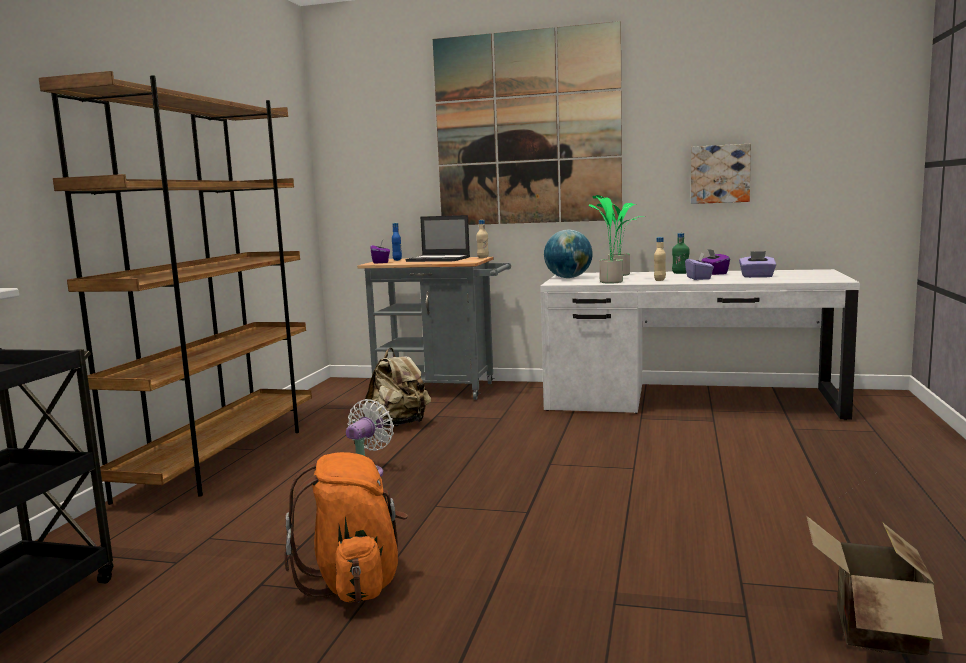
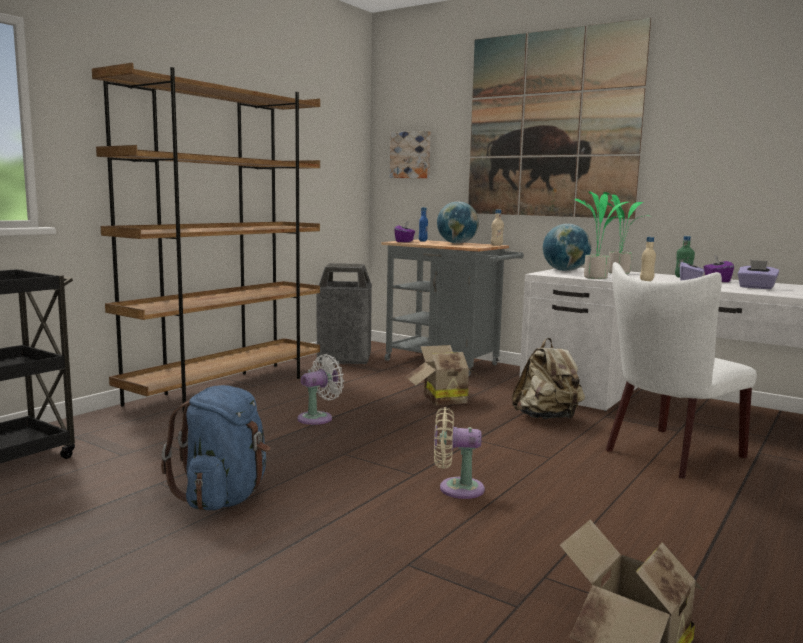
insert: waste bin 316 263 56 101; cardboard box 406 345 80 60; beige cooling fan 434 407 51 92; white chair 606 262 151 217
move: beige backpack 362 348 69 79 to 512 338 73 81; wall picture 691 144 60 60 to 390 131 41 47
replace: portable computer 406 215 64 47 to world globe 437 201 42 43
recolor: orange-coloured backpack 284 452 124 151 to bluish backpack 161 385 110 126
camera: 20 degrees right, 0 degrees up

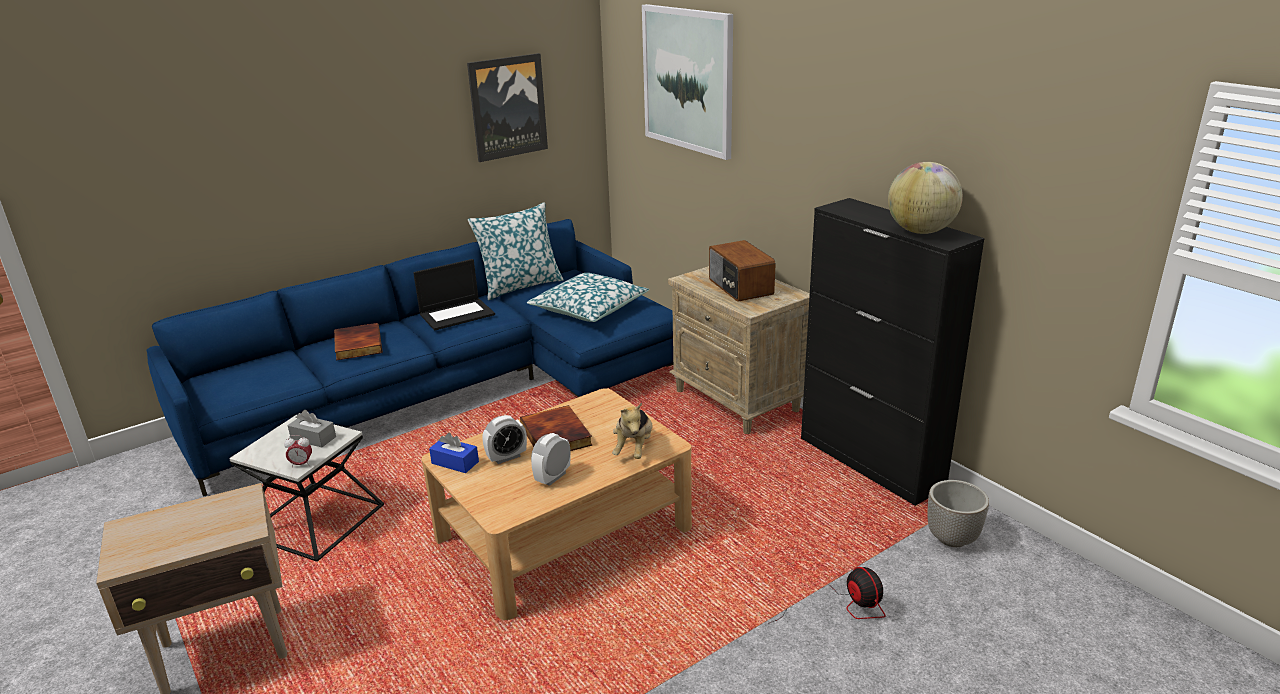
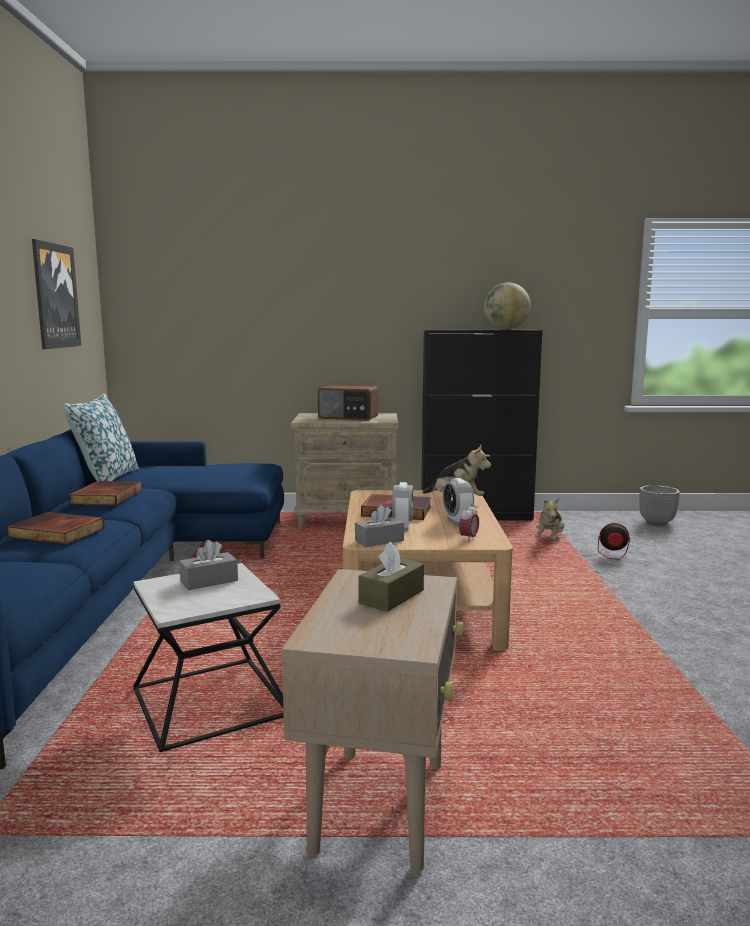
delete: throw pillow 527 273 122 49; wall picture 642 4 91 156
insert: brown box of tissues 358 542 66 70; soft toy 535 498 30 42
move: alarm clock 284 435 28 32 to 459 504 20 38; flower pot 928 480 61 67 to 639 485 41 41
replace: portable computer 413 259 82 72 to volume 69 481 72 25
recolor: bluish box of tissues 429 433 50 40 to grey box of tissues 355 505 49 42
camera: 55 degrees left, 15 degrees down

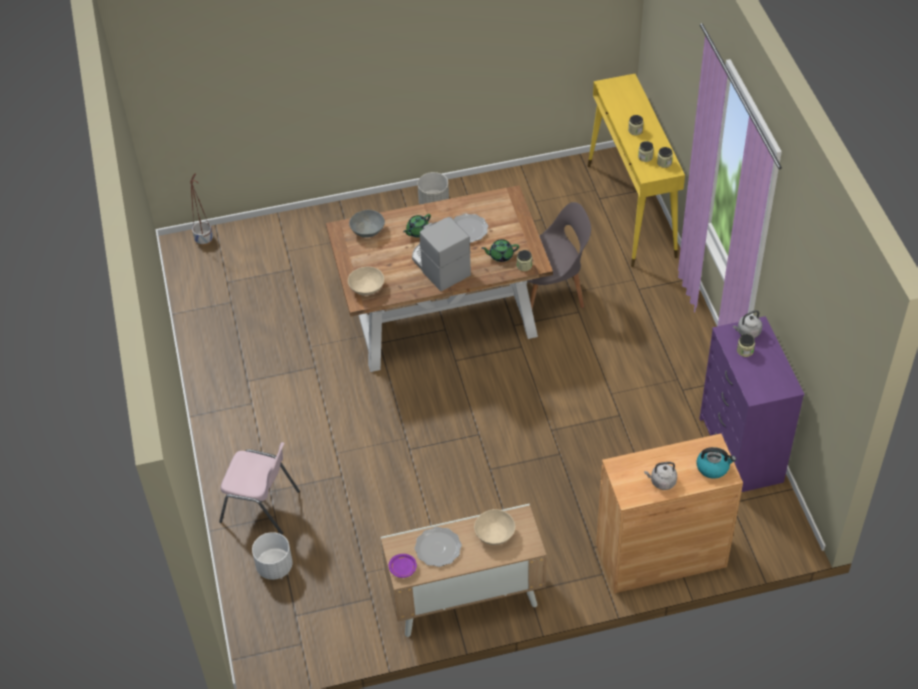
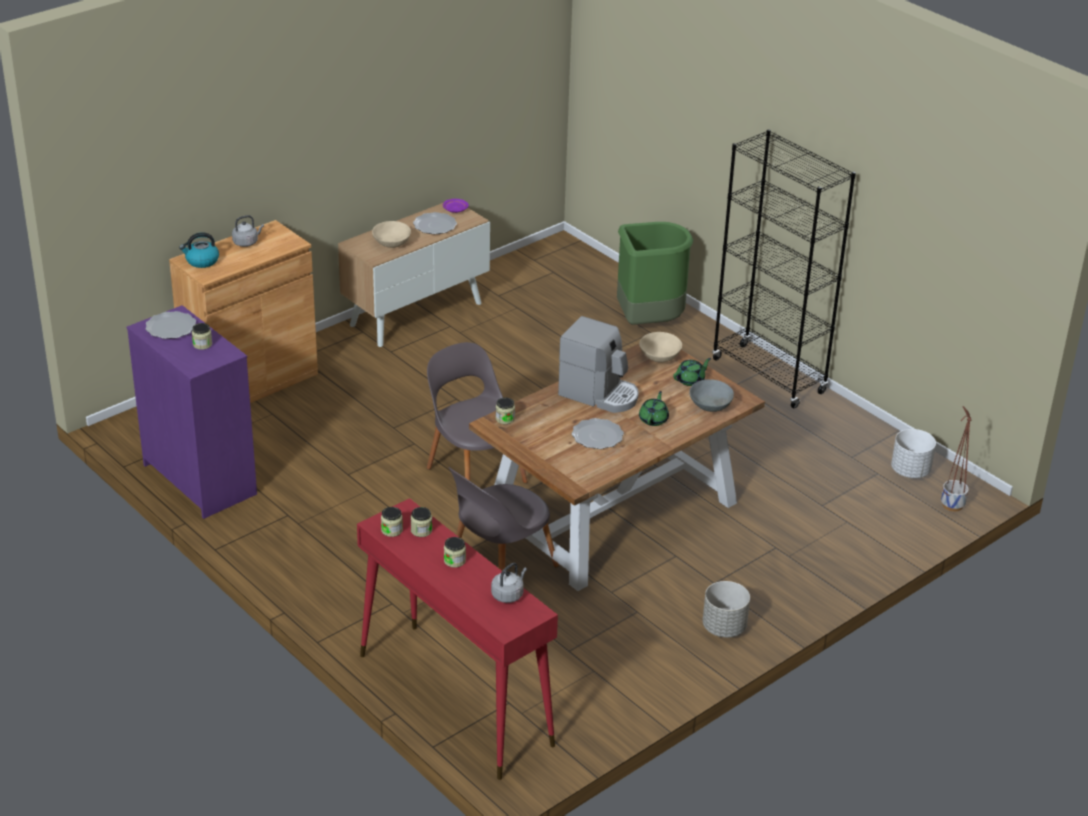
insert: dinner plate 146 311 50 28; grey chair 427 342 101 141; black-coloured bookcase 712 129 144 279
move: white flower pot 252 532 41 48 to 891 429 45 49; green-coloured pot for tea 481 239 38 23 to 673 358 38 28; grey tea kettle 733 310 29 28 to 491 563 36 40
replace: pink-coloured chair 219 442 81 93 to green-coloured waste bin 617 222 76 103
recolor: yellow narrow table 588 74 97 193 to red narrow table 357 498 201 282
camera: 150 degrees right, 15 degrees down

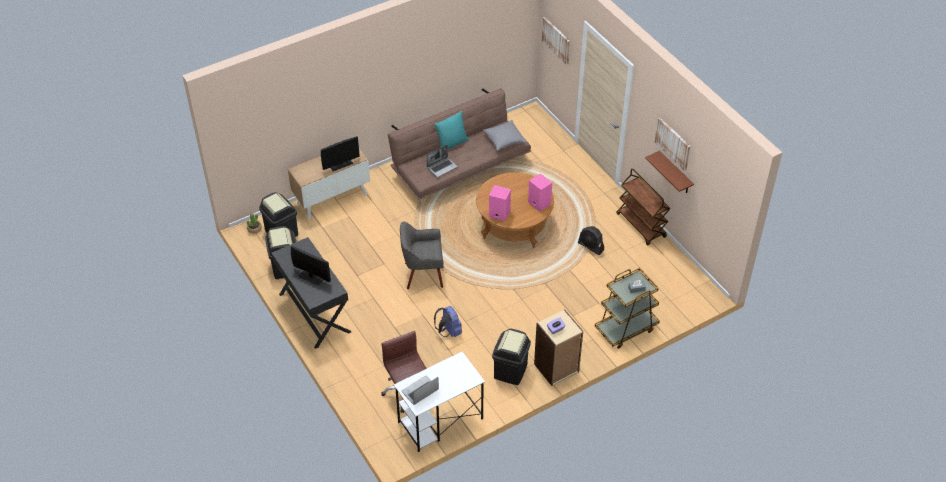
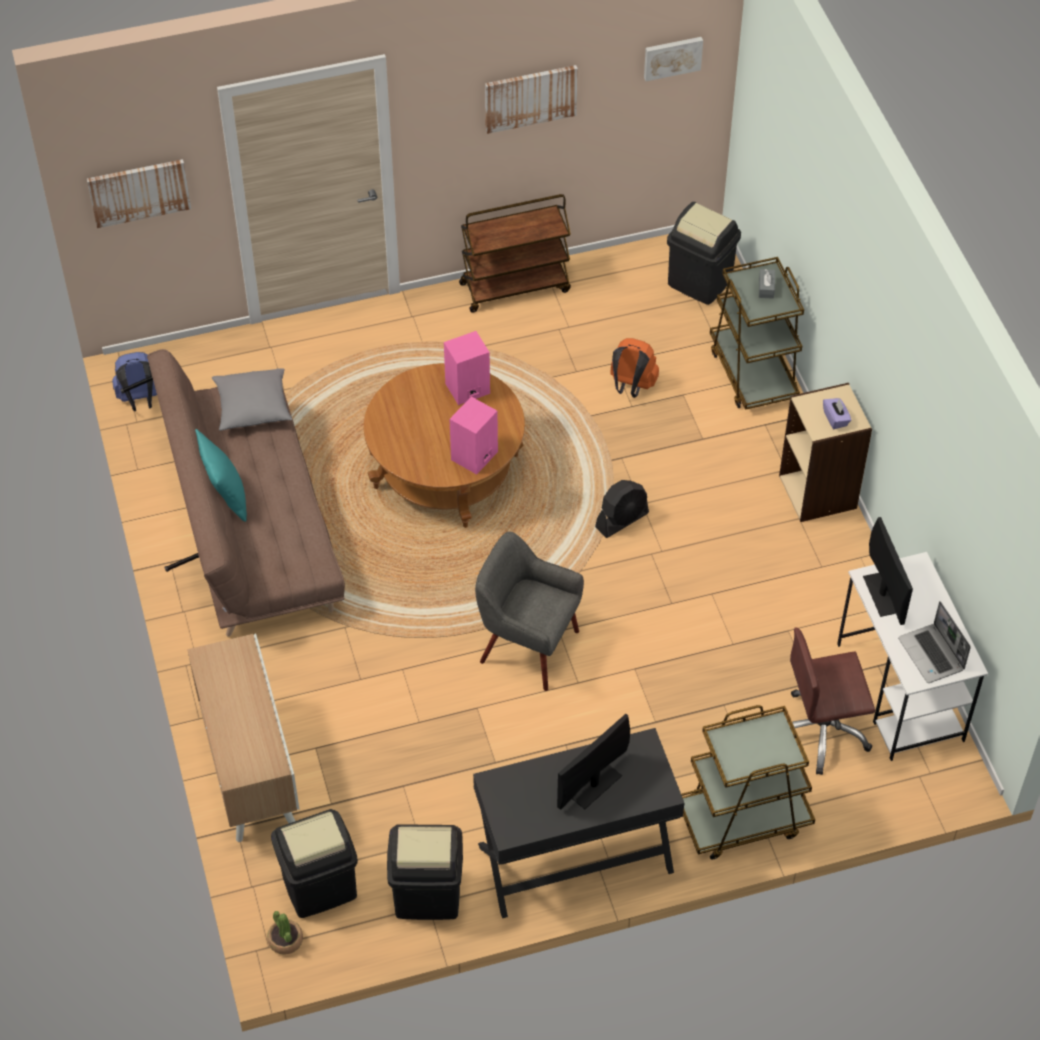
delete: portable computer 426 145 32 32; brown wall shelf 645 151 49 42
insert: orange-coloured backpack 610 338 49 60; wall picture 644 37 59 44; brown cart 681 705 134 155
move: computer screen 321 136 39 35 to 863 517 50 108; bluish backpack 434 306 28 31 to 112 352 45 59; black-coloured waste bin 492 329 39 56 to 667 202 74 103; black-coloured cooling fan 578 226 26 29 to 595 480 54 58
rotate: grey armchair 400 221 44 68 = 475 532 109 159 105 degrees clockwise
camera: 75 degrees left, 5 degrees up

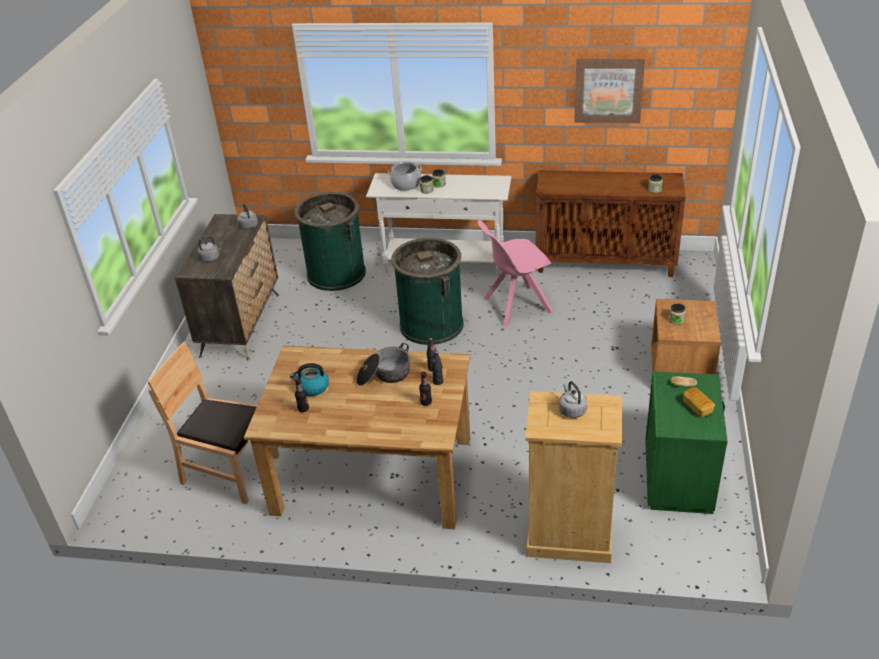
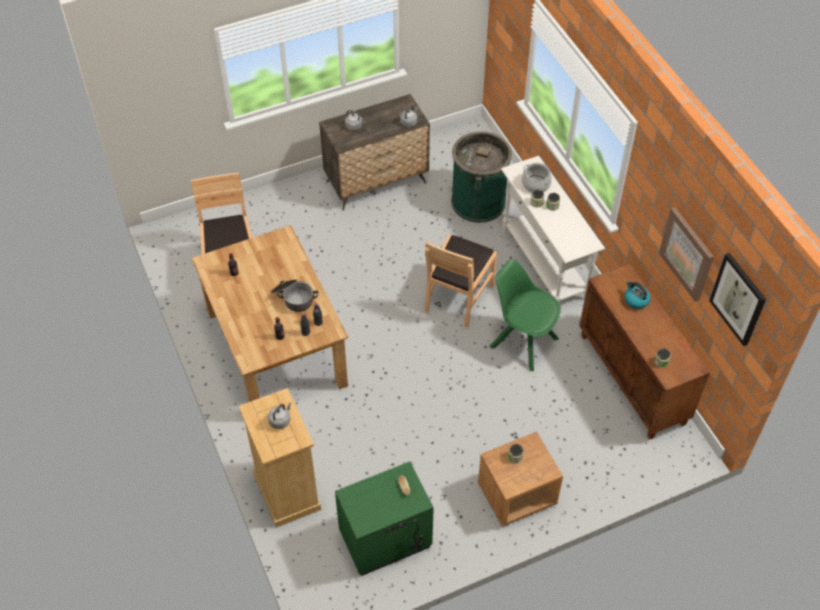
delete: bakery bread 683 387 32 30
insert: wall picture 709 253 57 93
move: tea kettle 290 363 39 33 to 624 281 27 28
replace: green-coloured waste bin 391 238 72 107 to brown chair 425 235 72 93
recolor: pink-coloured chair 478 220 75 107 to green-coloured chair 490 259 71 112
camera: 55 degrees right, 15 degrees up

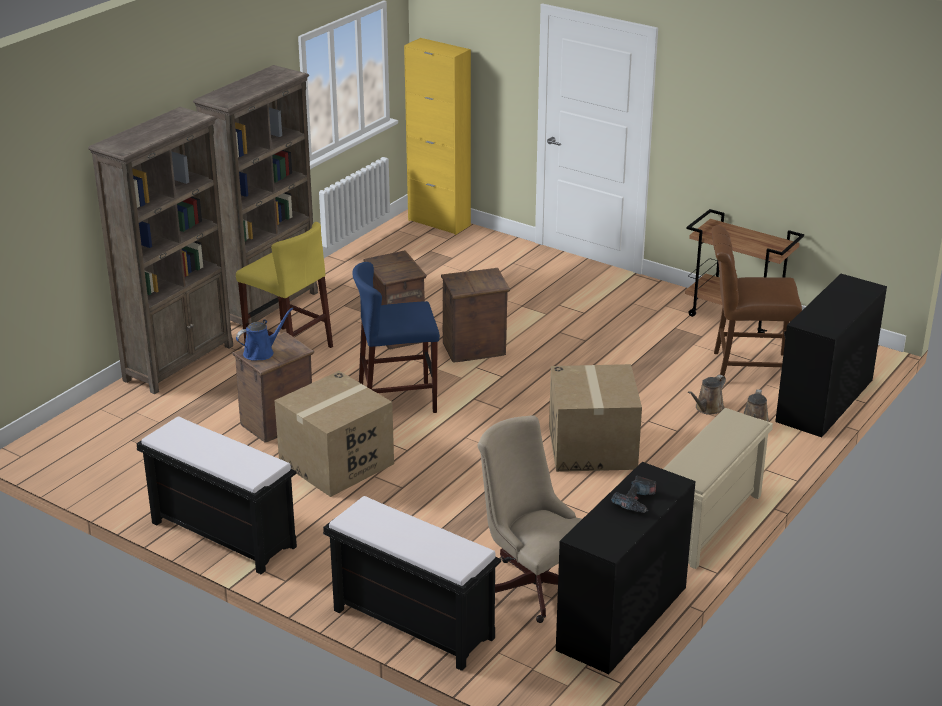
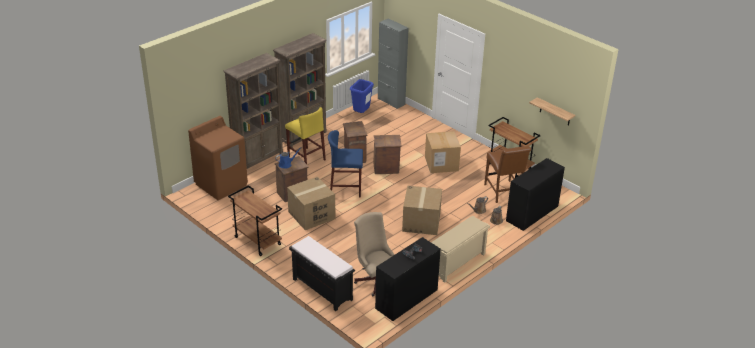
insert: brown laundry machine 188 116 60 84; bluish waste bin 350 79 24 34; cardboard box 425 131 36 42; wall shelf 529 97 46 29
replace: black-coloured long seat 136 416 161 158 to brown cart 228 185 54 71
recolor: yellow cupboard 404 38 67 197 to grey cupboard 378 18 31 91
rotate: brown chair 712 226 90 155 = 484 146 47 57 120 degrees counterclockwise
camera: 10 degrees right, 5 degrees up

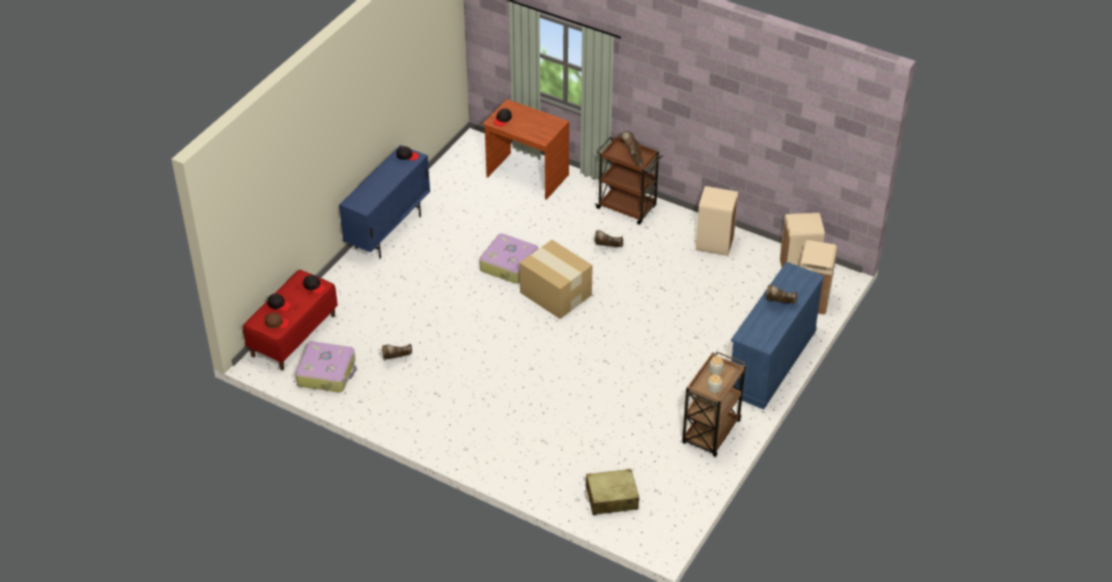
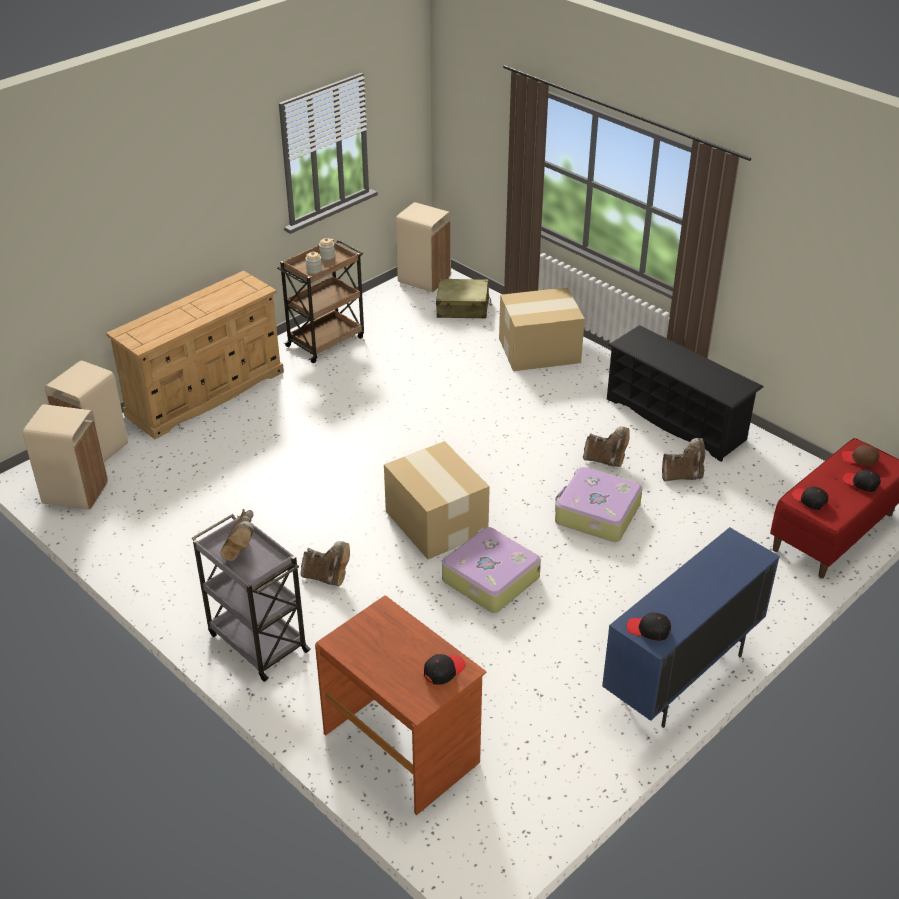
insert: cardboard box 499 287 86 84; black-coloured shoe stand 607 325 157 137
move: piece of luggage 295 341 62 51 to 555 467 88 75; beige waste bin 696 186 42 70 to 396 202 55 90; brown tall boot 766 285 31 18 to 583 426 47 41
recolor: brown cart 595 136 67 89 to grey cart 192 514 119 168; bluish dresser 731 262 93 148 to beige dresser 106 271 178 168
camera: 165 degrees left, 5 degrees down

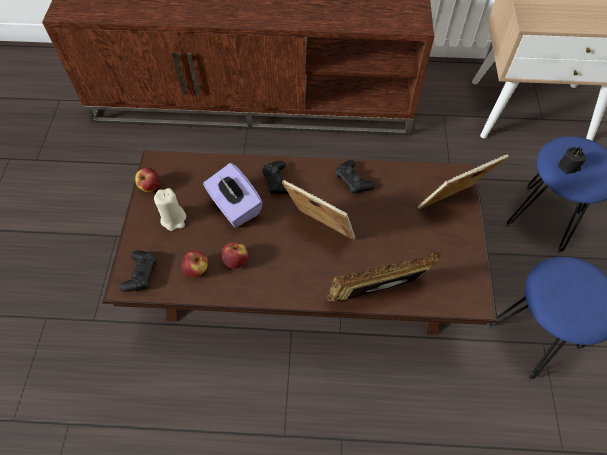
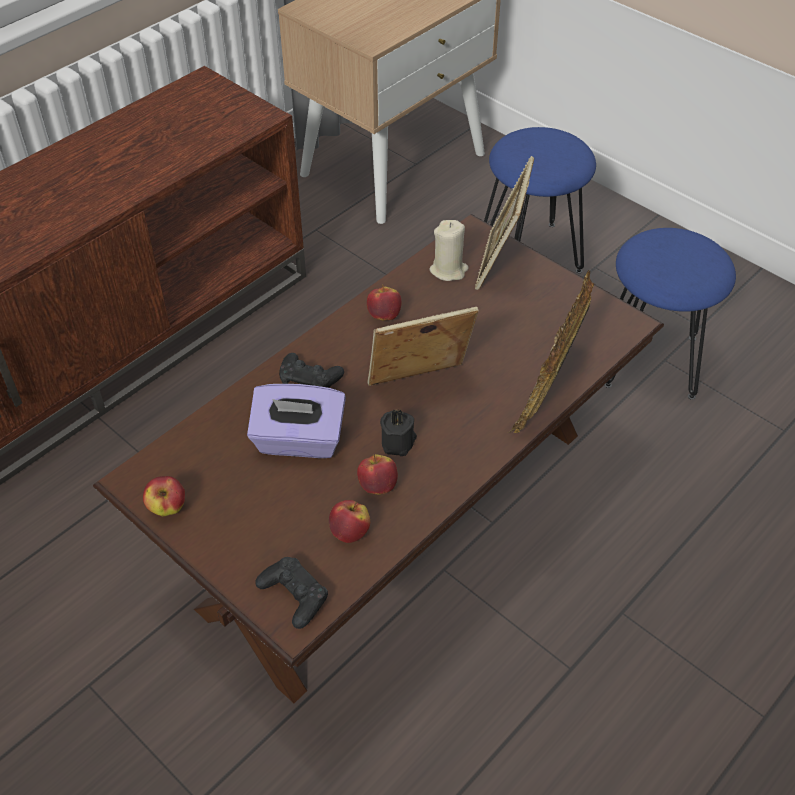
move: beige candle 154 188 32 43 to 429 220 40 61; black-coloured candle 558 147 28 27 to 380 408 37 48
replace: black-coloured game controller 336 160 39 34 to whole apple 367 285 34 35
camera: 50 degrees left, 10 degrees down

